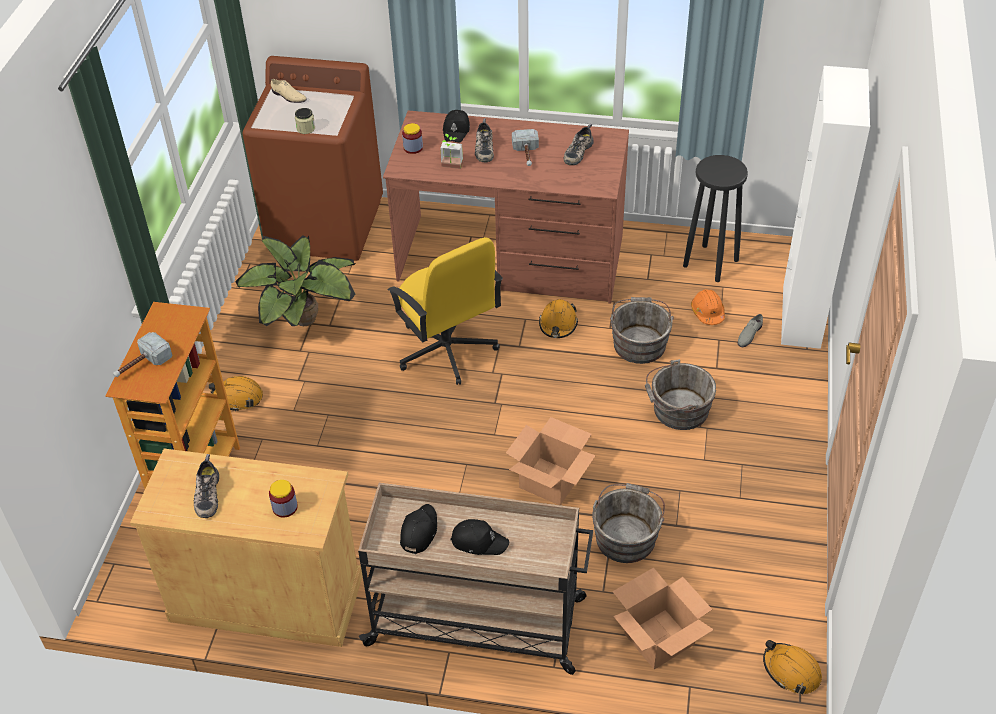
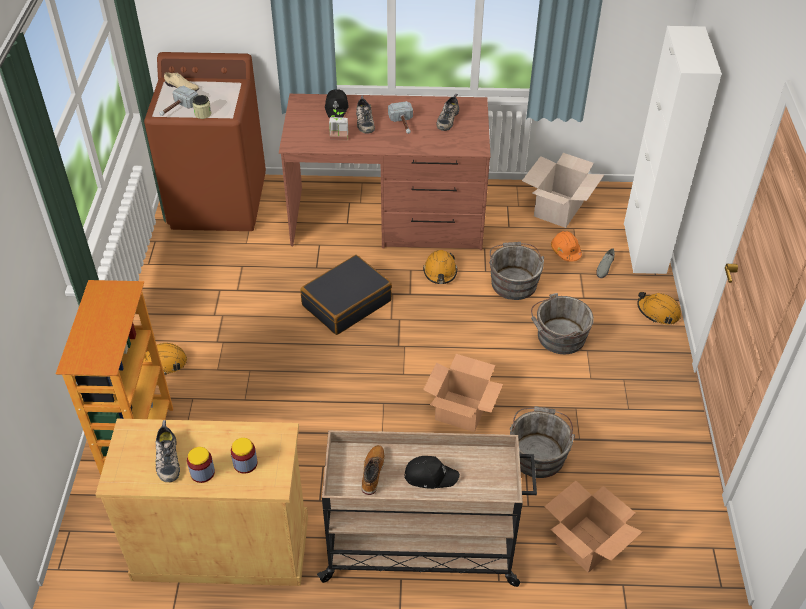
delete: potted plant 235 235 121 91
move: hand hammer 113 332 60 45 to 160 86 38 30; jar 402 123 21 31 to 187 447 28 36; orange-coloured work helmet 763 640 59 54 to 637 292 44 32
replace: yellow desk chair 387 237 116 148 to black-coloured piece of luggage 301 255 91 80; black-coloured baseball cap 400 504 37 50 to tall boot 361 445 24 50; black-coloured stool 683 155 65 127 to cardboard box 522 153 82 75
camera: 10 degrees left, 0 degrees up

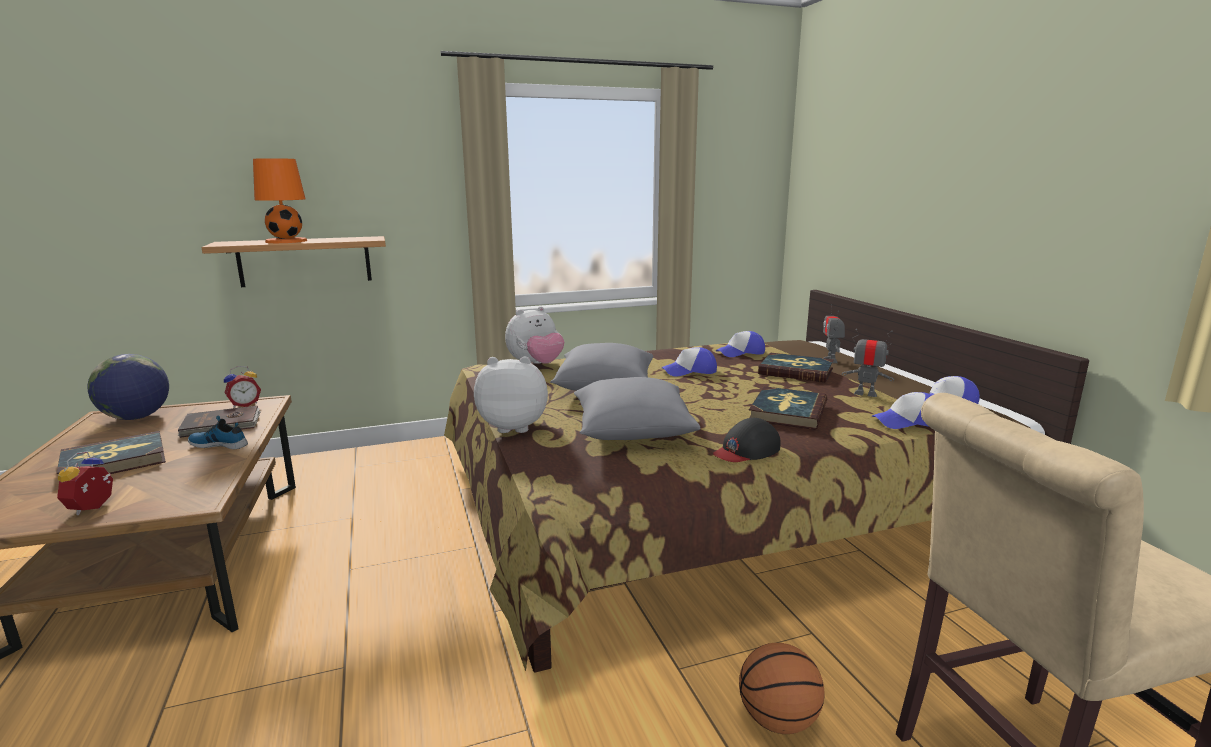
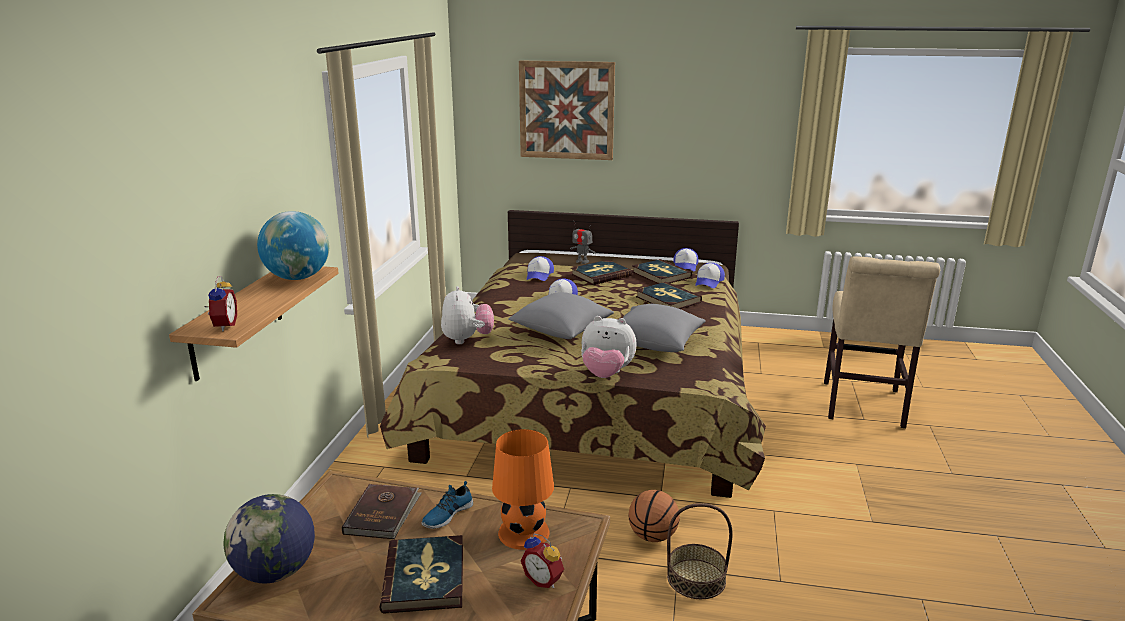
delete: black-coloured baseball cap 713 418 68 44
insert: world globe 257 211 72 69; wall picture 519 60 96 100; household basket 667 503 66 96
move: alarm clock 224 366 37 42 to 204 276 33 55; orange-coloured table lamp 253 158 55 85 to 492 429 62 121; basketball 739 643 85 91 to 628 490 52 52
replace: model robot 842 329 52 68 to volume 632 259 60 25
rotate: soft toy 474 357 74 76 = 581 316 56 62 105 degrees counterclockwise
camera: 60 degrees left, 5 degrees up

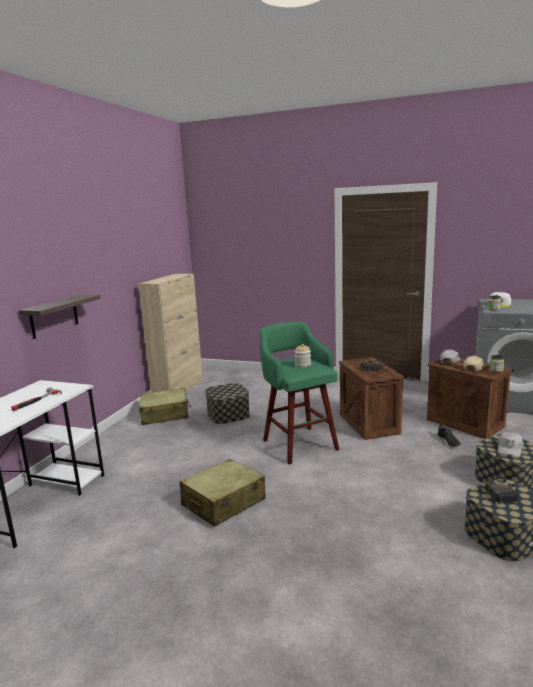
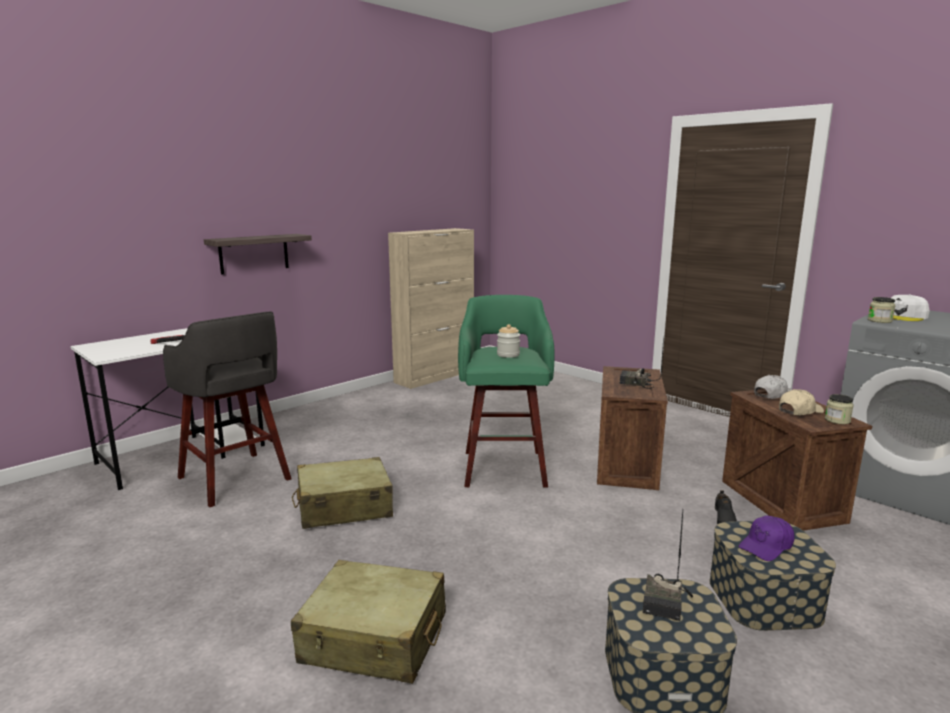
delete: storage bin 205 383 45 41
insert: grey stool 163 311 129 196
move: beige piece of luggage 139 388 52 37 to 291 560 155 124
recolor: white baseball cap 498 432 25 25 to purple-coloured baseball cap 739 516 55 45
camera: 25 degrees right, 0 degrees up

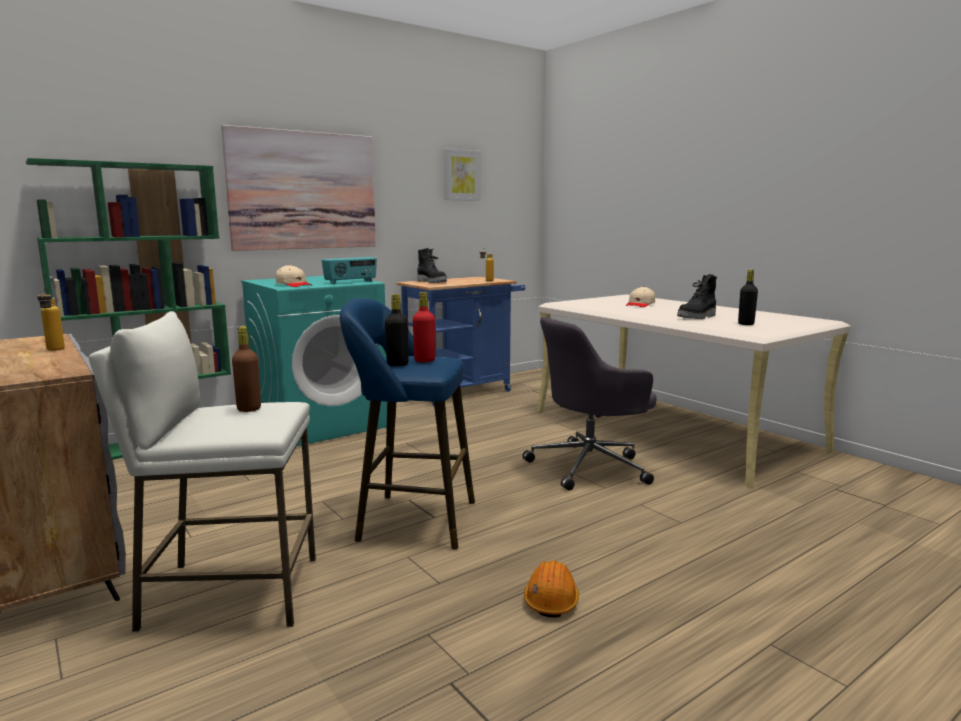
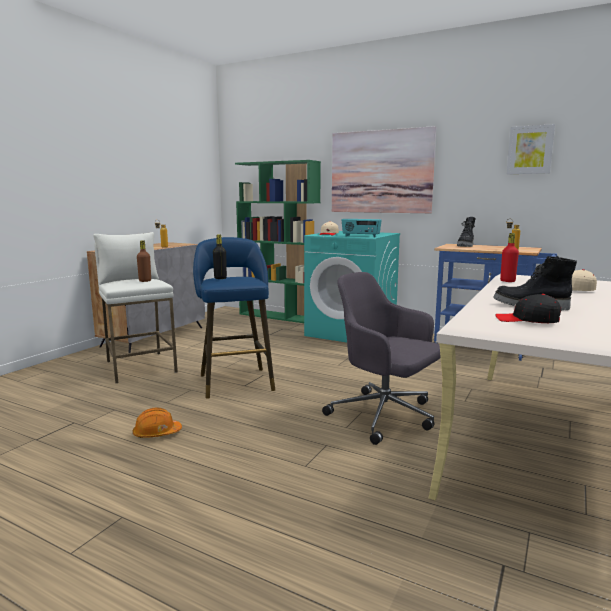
move: red beverage bottle 413 292 22 70 to 500 233 19 49
replace: black-coloured beverage bottle 738 269 20 56 to black-coloured baseball cap 495 294 66 29
camera: 65 degrees right, 0 degrees up

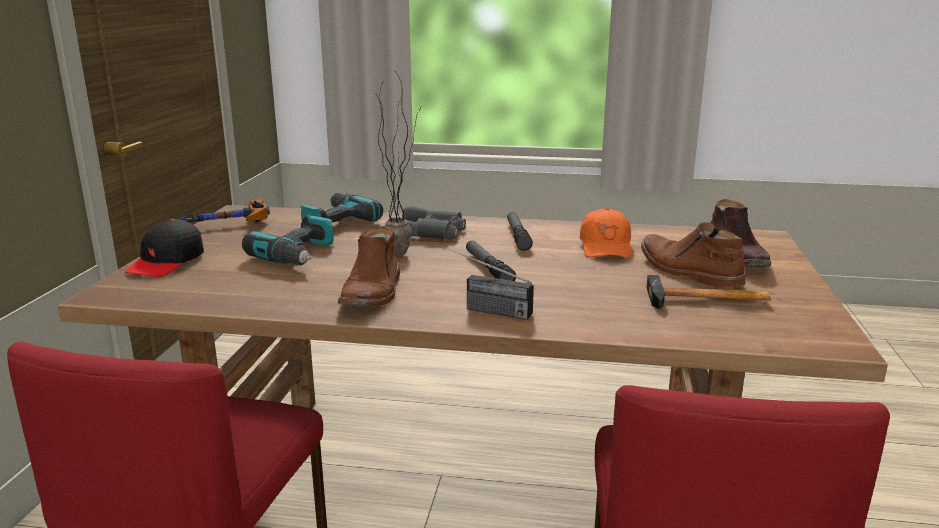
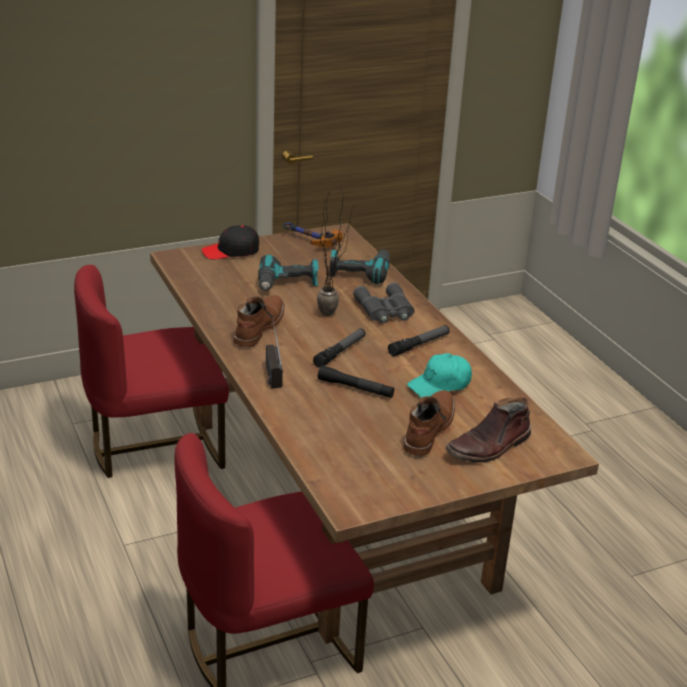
delete: hand hammer 646 275 125 34
insert: black-coloured torch 318 365 76 33
recolor: orange-coloured baseball cap 579 208 52 50 to turquoise-coloured baseball cap 407 353 65 45
rotate: brown tall boot 338 226 62 81 = 233 295 52 52 135 degrees clockwise
camera: 55 degrees right, 10 degrees up

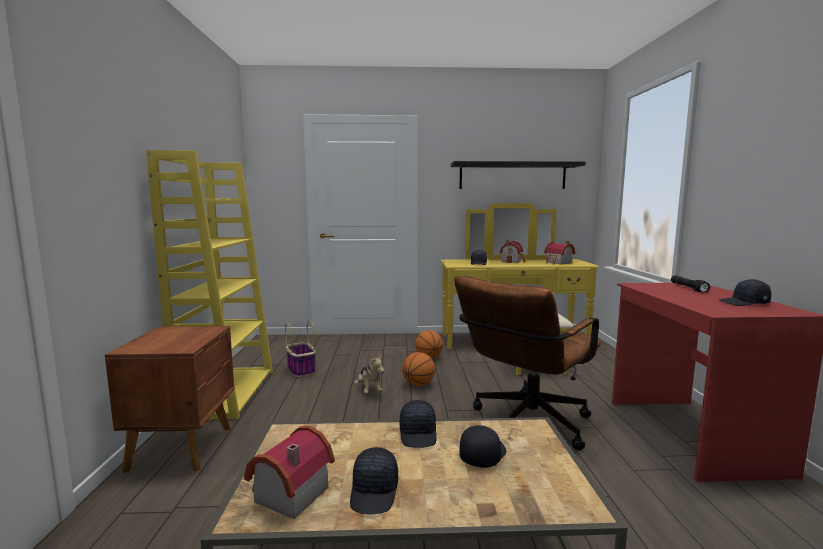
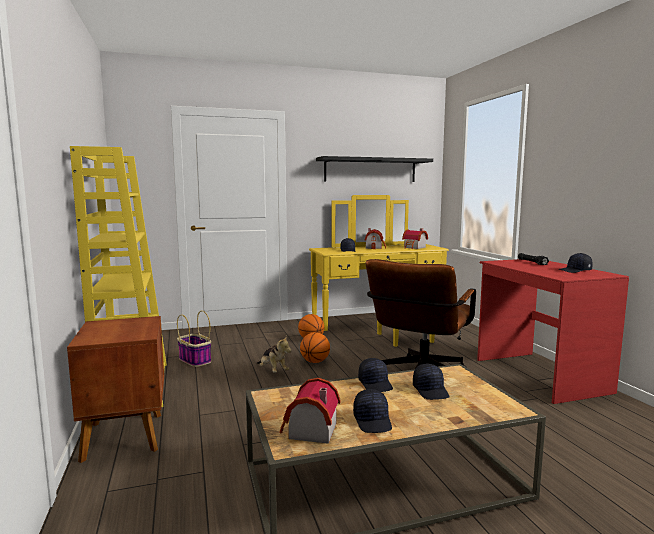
rotate: black-coloured baseball cap 459 425 47 43 = 413 364 37 36 150 degrees clockwise
camera: 15 degrees left, 0 degrees up

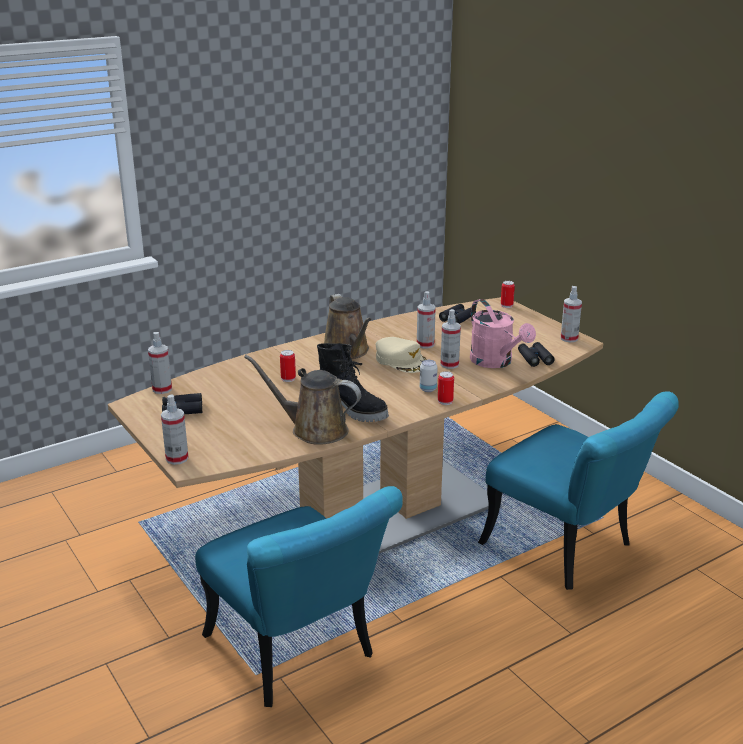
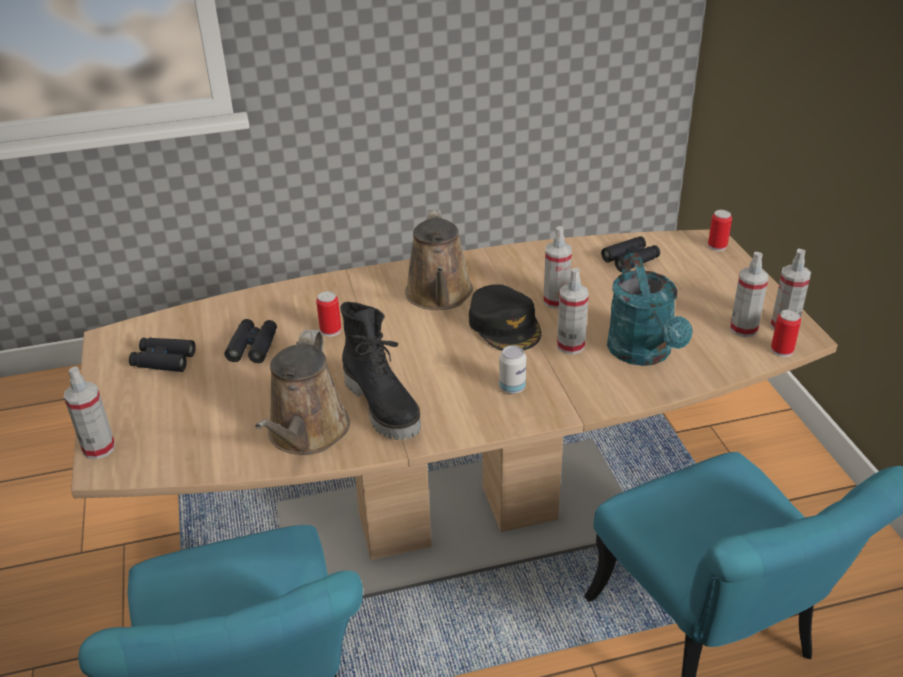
move: sprayer 148 332 24 62 to 730 252 39 85; can 438 371 16 34 to 771 310 30 47; black-coloured pair of binoculars 518 342 37 25 to 225 319 52 44
recolor: beige baseball cap 376 337 51 36 to black-coloured baseball cap 469 284 72 67; pink-coloured watering can 470 299 66 69 to turquoise-coloured watering can 607 253 86 113
rotate: brown watering can 244 355 117 90 = 255 330 95 125 120 degrees counterclockwise
camera: 20 degrees right, 10 degrees up

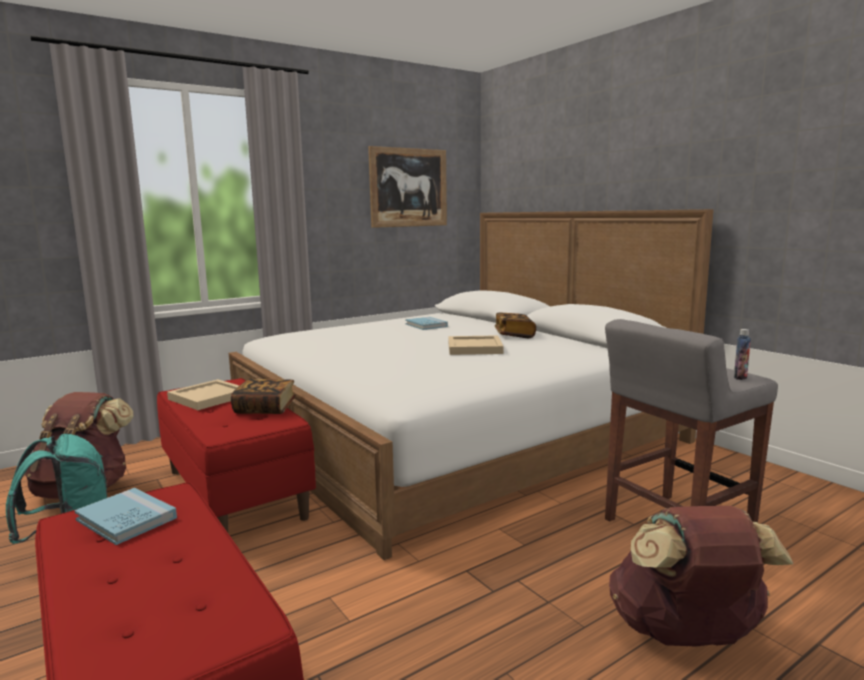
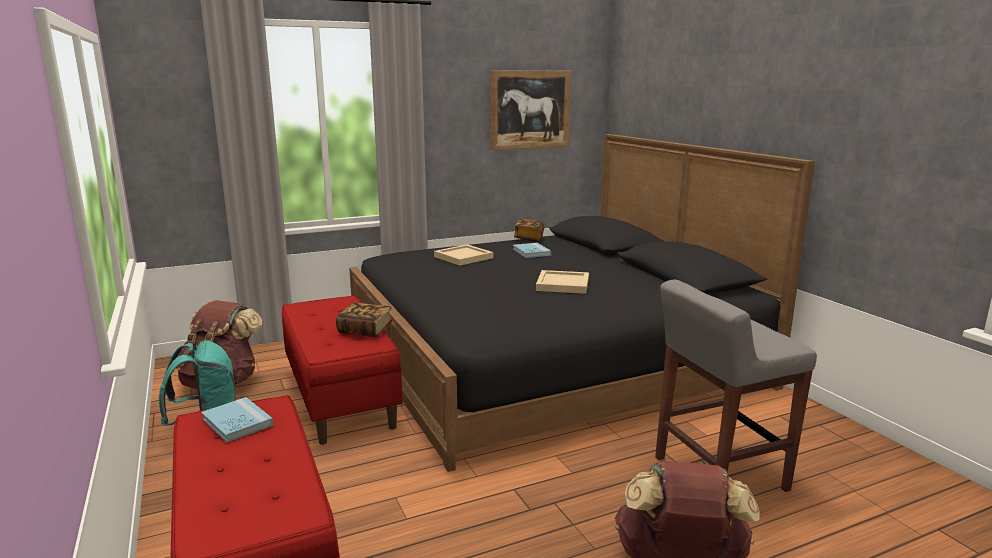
delete: beverage bottle 734 329 17 51
move: beige carrying tray 167 379 72 31 to 434 244 59 22; volume 495 312 41 26 to 514 219 30 23
recolor: white bed 229 209 485 351 to black-coloured bed 349 134 466 338
camera: 10 degrees right, 5 degrees up

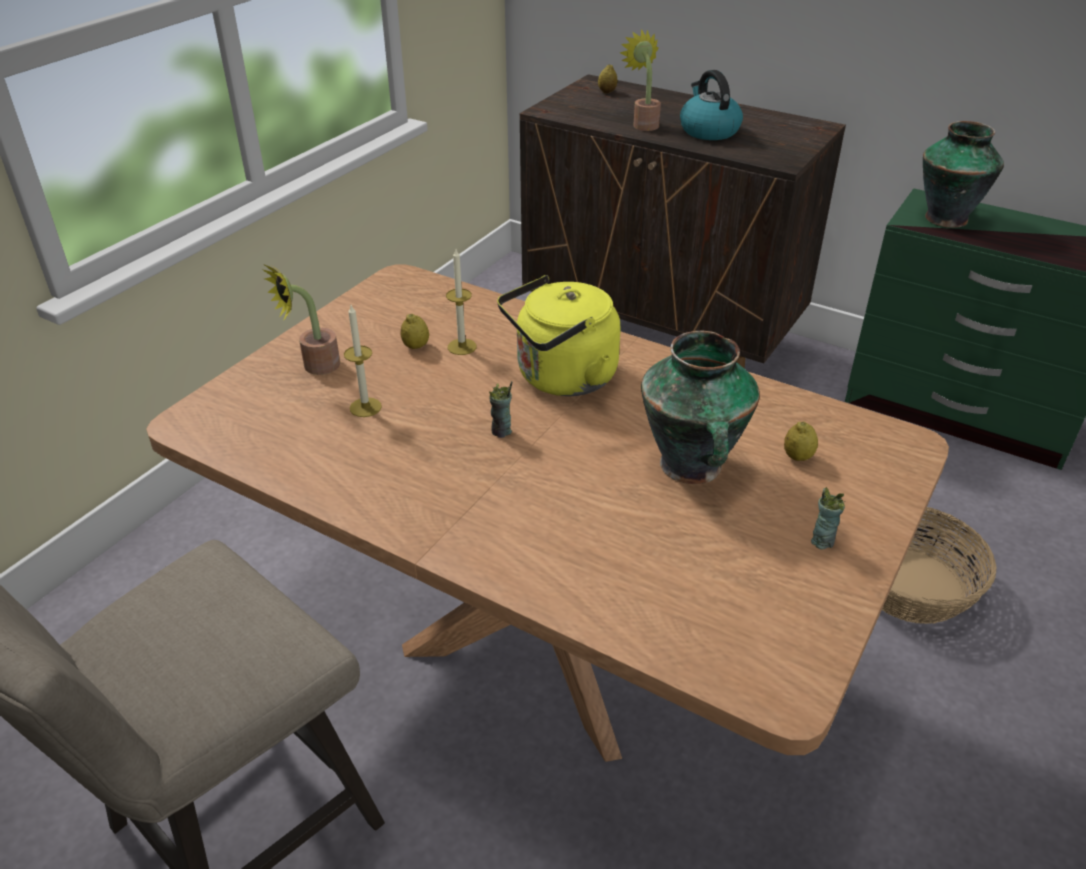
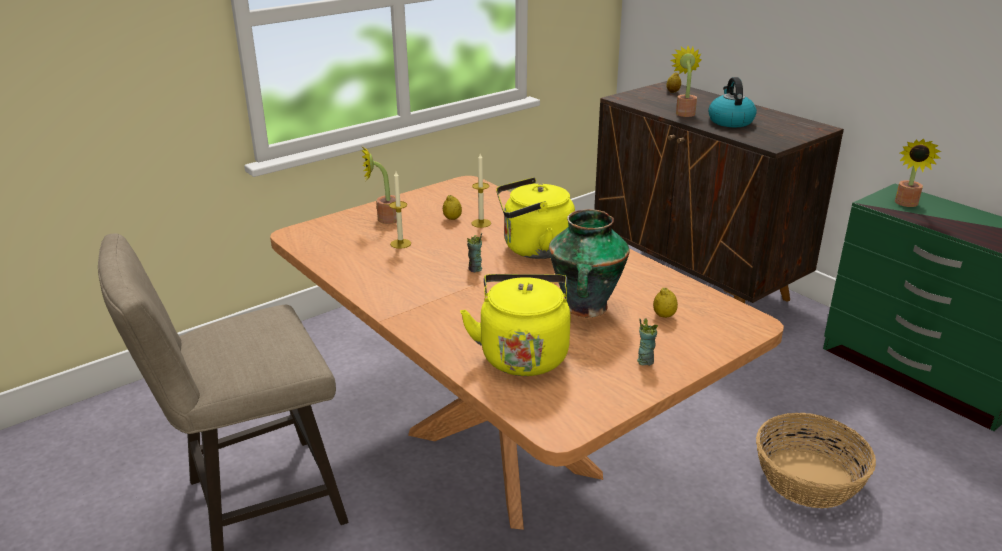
insert: yellow tea kettle 460 274 111 102
replace: decorative vase 923 121 81 107 to potted plant 895 138 46 69
camera: 20 degrees right, 10 degrees down

